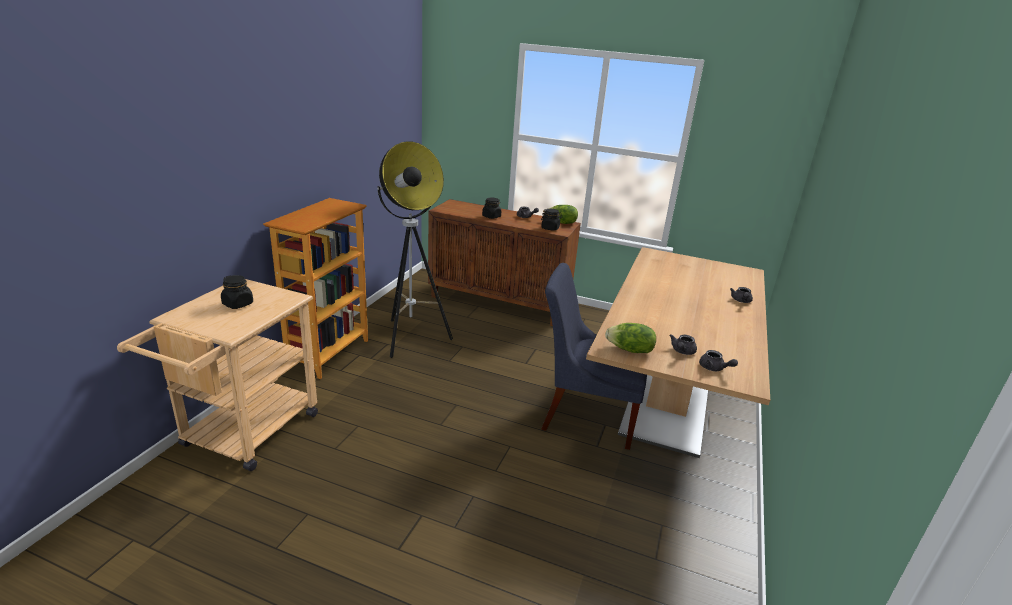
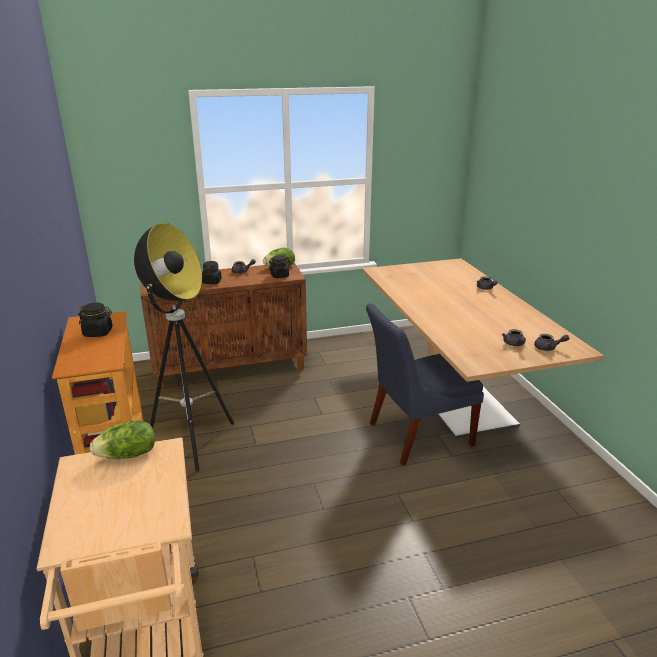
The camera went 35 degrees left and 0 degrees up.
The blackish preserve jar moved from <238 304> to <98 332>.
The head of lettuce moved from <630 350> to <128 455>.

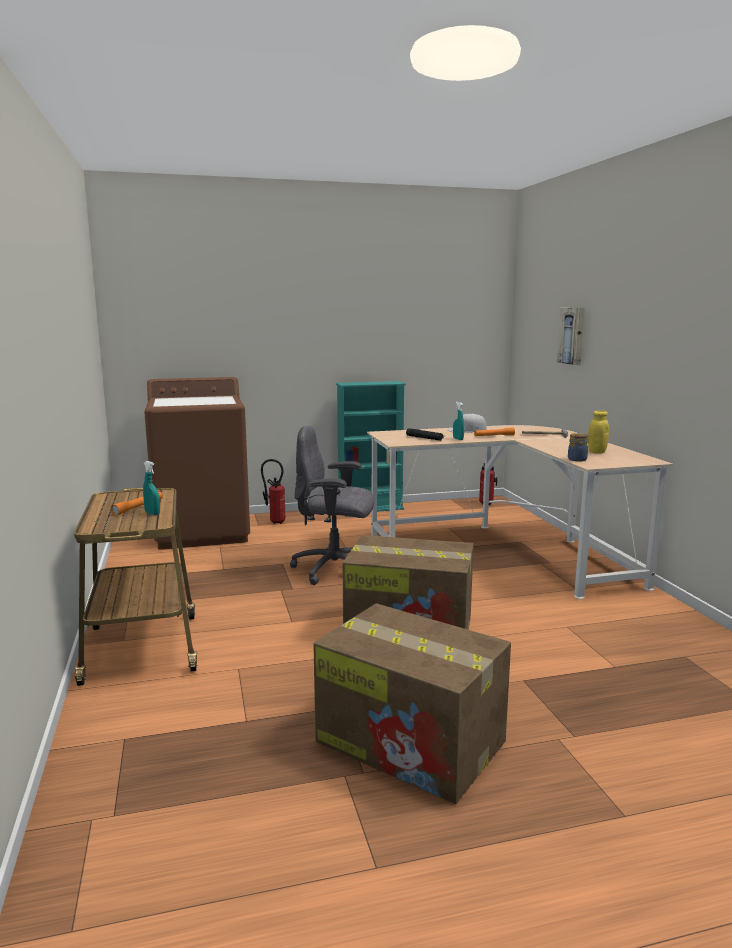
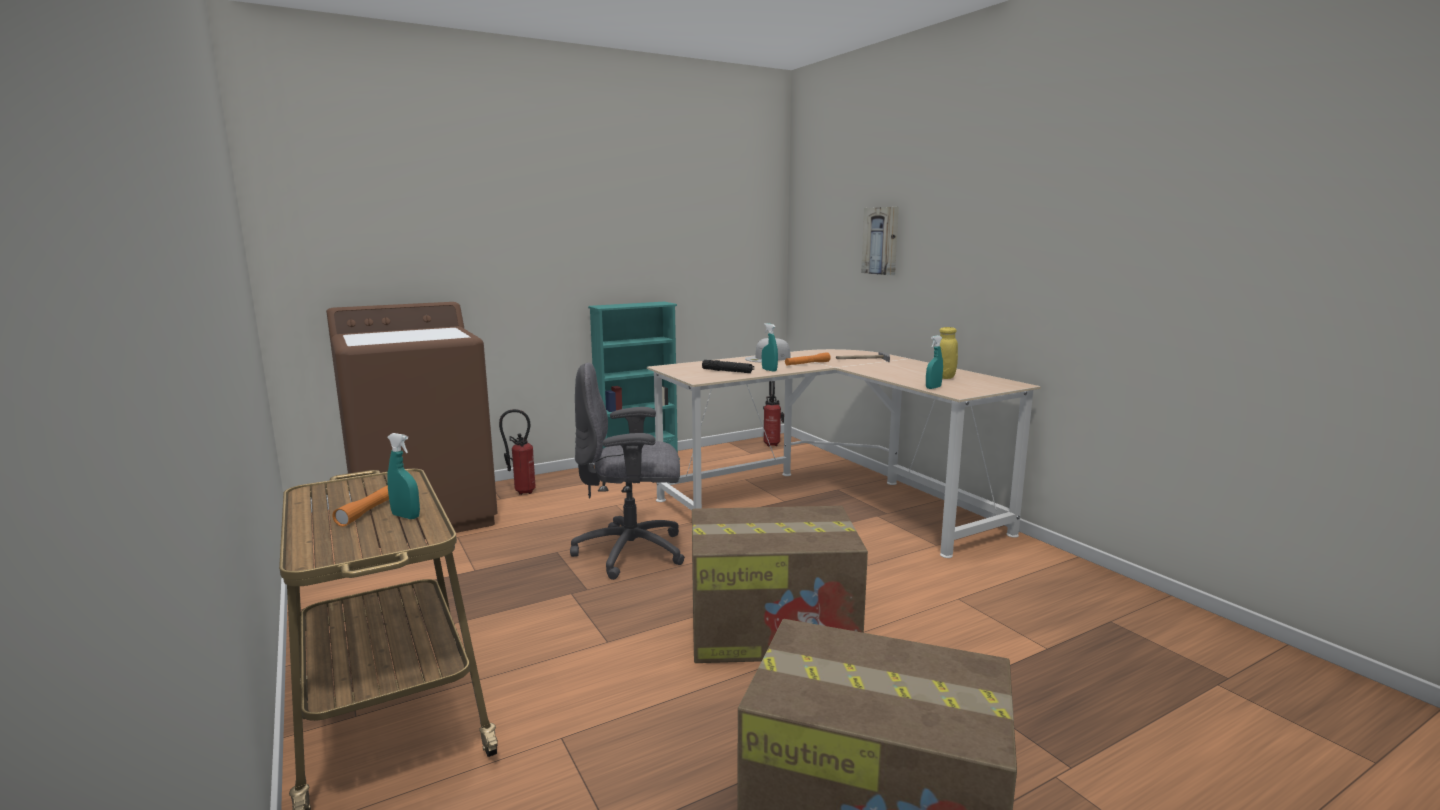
The camera went 15 degrees left and 0 degrees up.
The preserve jar at <576 459> was replaced by the turquoise-coloured spray bottle at <933 388>.

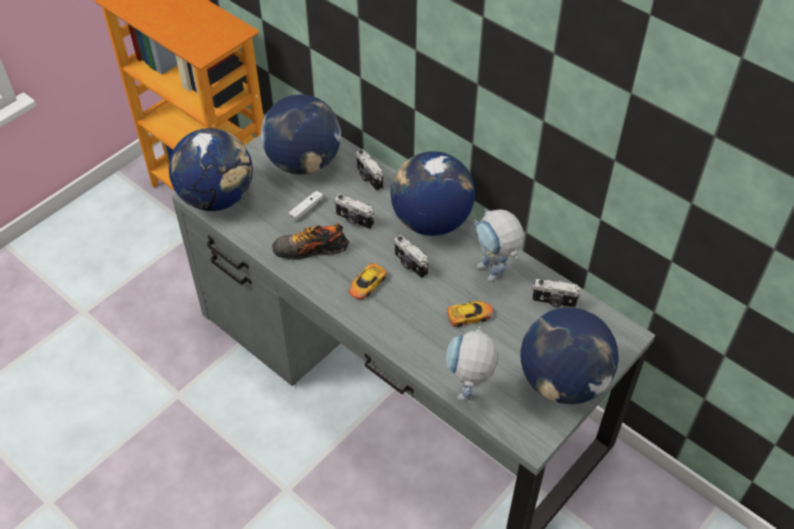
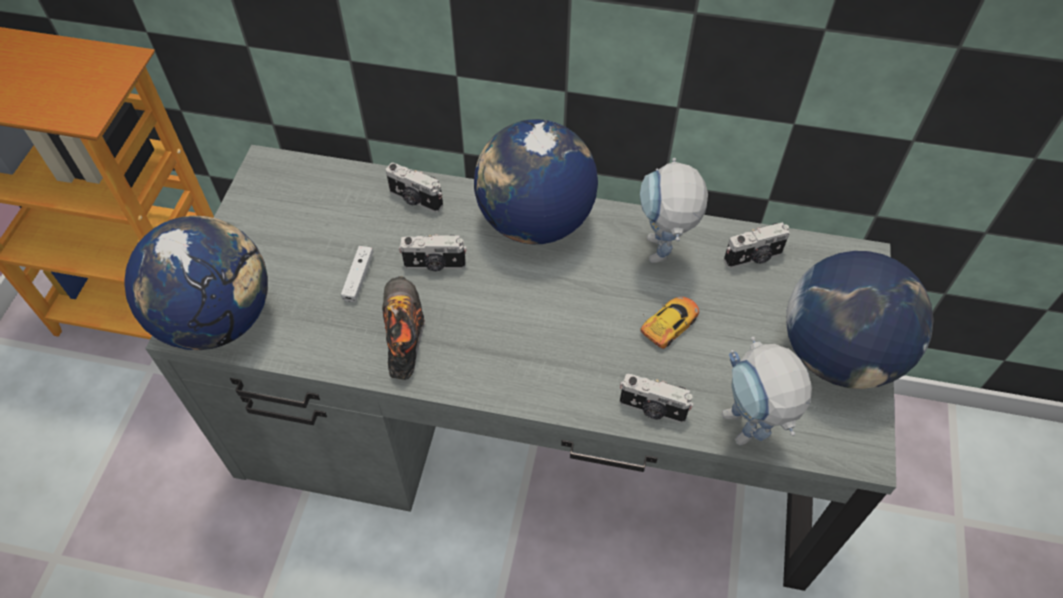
The camera went 30 degrees left and 5 degrees up.
The world globe at <304 163> disappeared.
The item of footwear at <310 249> turned 120 degrees clockwise.
The toy car at <367 284> disappeared.
The still camera moved from <410 265> to <652 409>.
The toy robot at <494 276> turned 60 degrees clockwise.

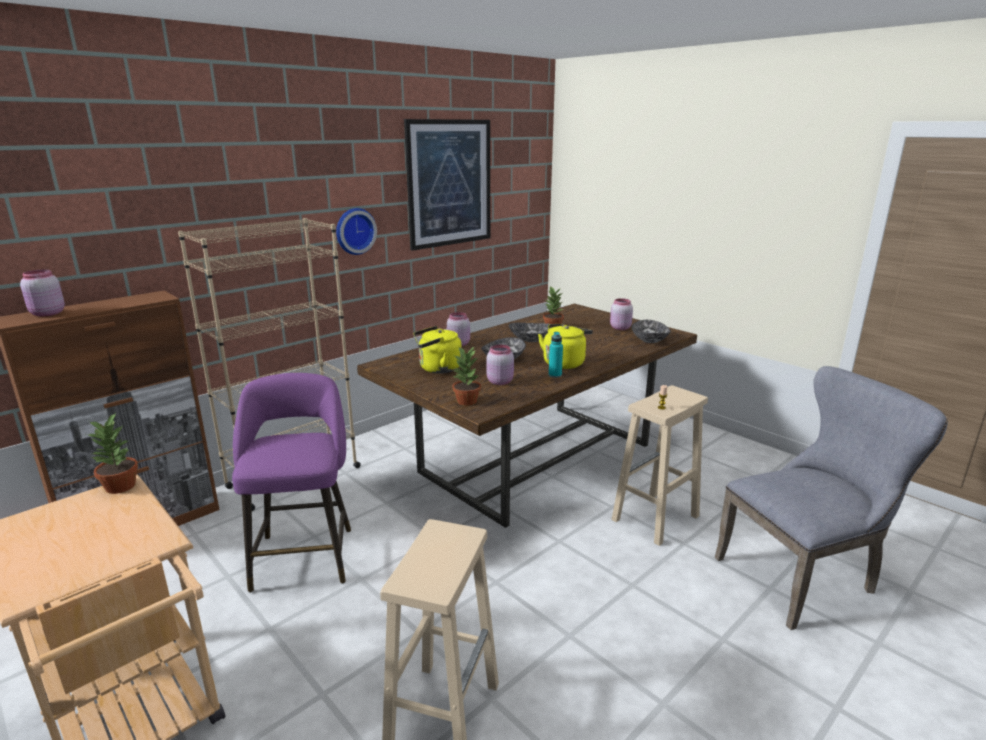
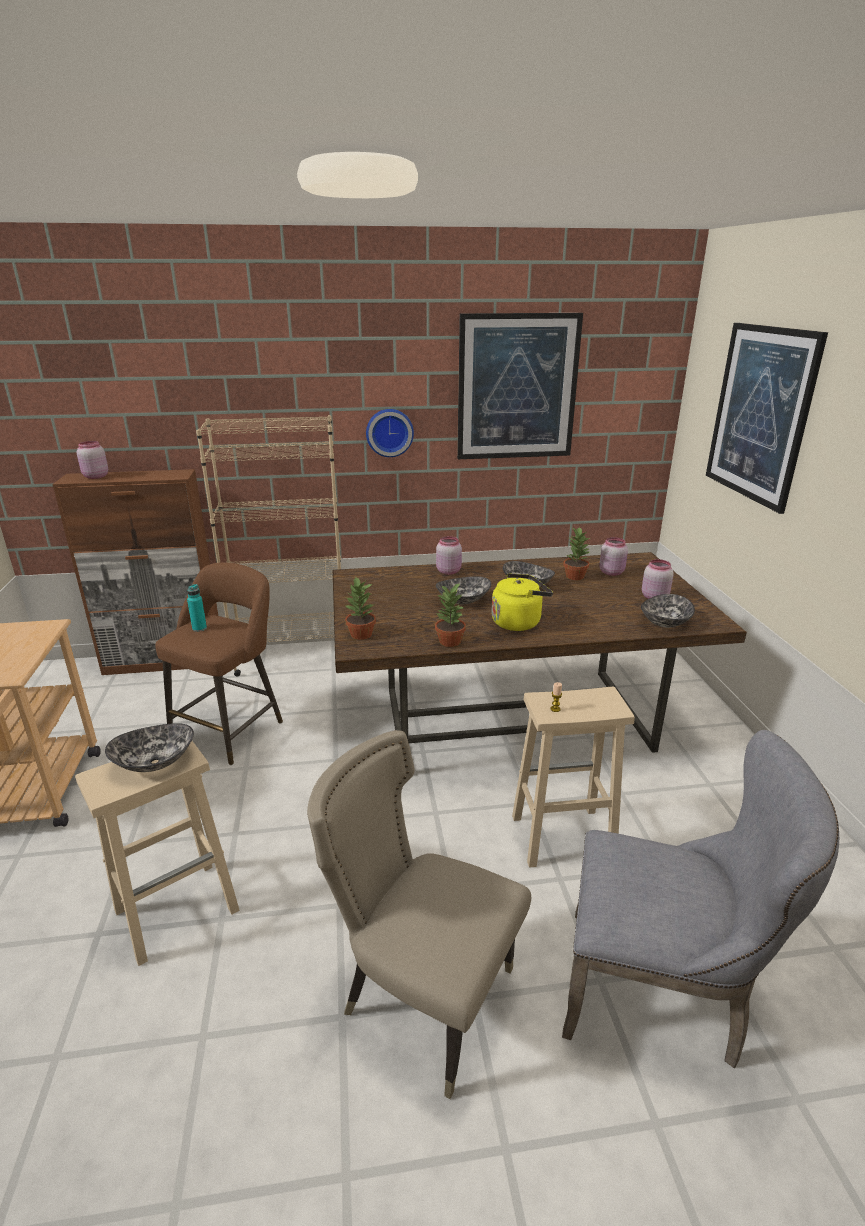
The camera went 35 degrees right and 5 degrees up.
The potted plant moved from <121 486> to <450 641>.
The purple-coloured stool at <304 554> became the brownish stool at <231 728>.
The yellowish kettle at <437 369> disappeared.
The pink preserve jar moved from <500 381> to <611 572>.
The turquoise-coloured drink bottle moved from <555 375> to <199 628>.
The bowl at <155 761> appeared.
The beige-coloured upright chair at <421 995> appeared.
The wall picture at <760 414> appeared.

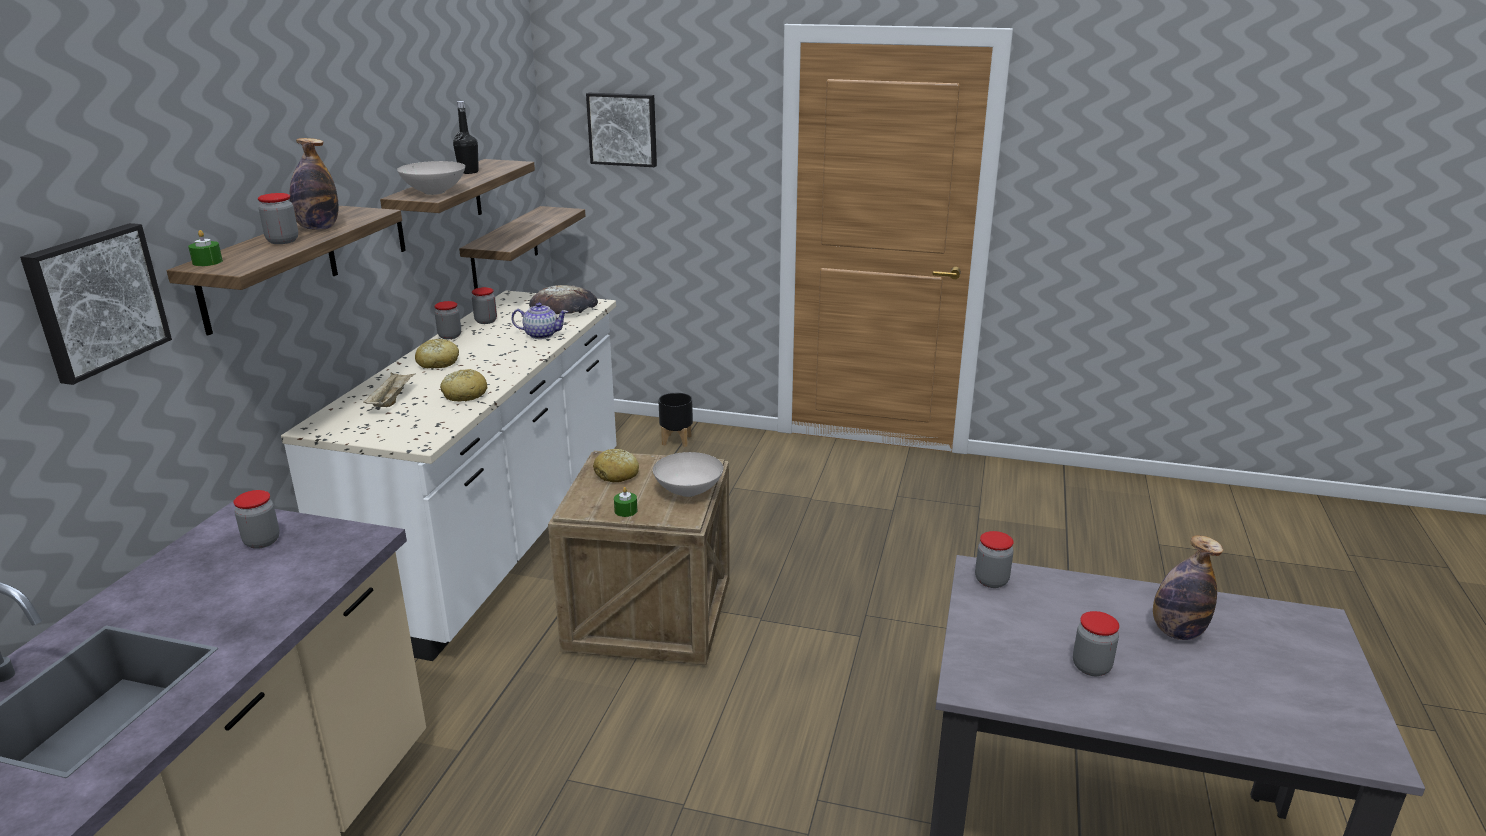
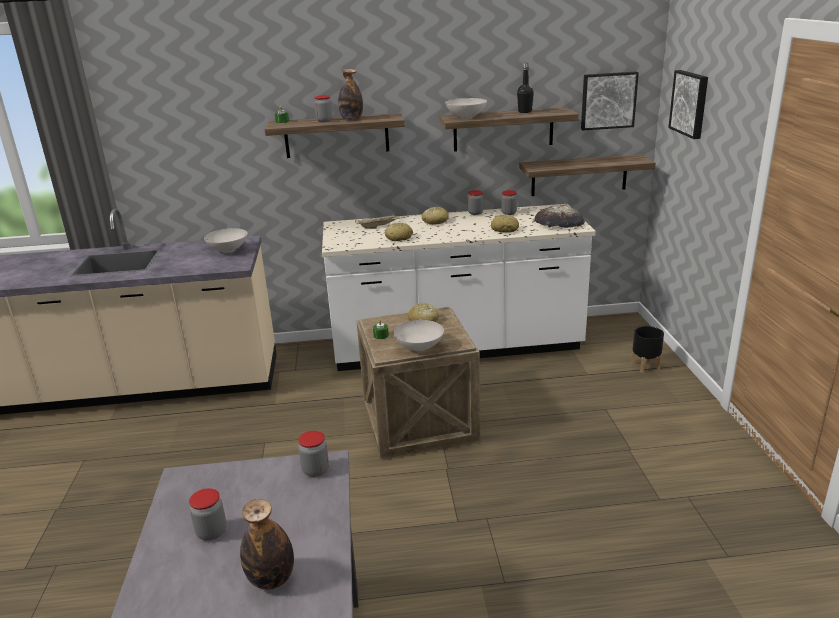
The camera went 70 degrees right and 0 degrees up.
The wall picture moved from <95 300> to <608 100>.
The preserve jar at <262 541> was replaced by the whitish bowl at <228 250>.
The teapot at <541 335> was replaced by the bakery bread at <505 229>.

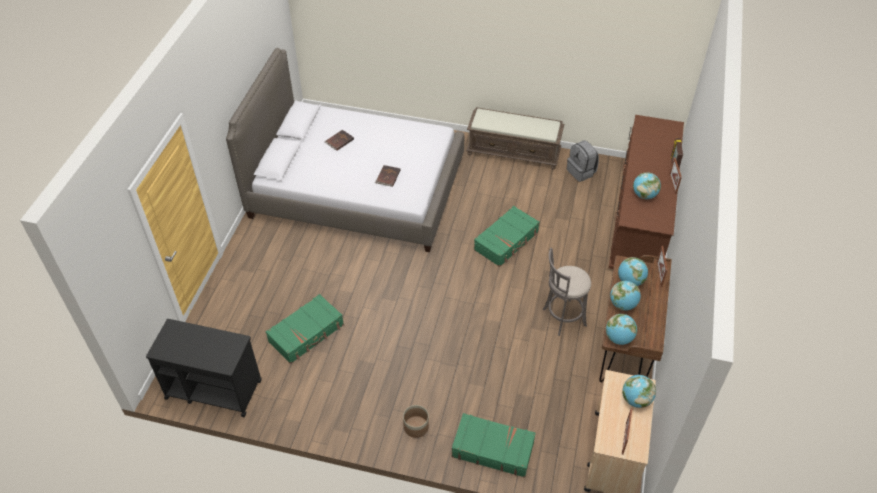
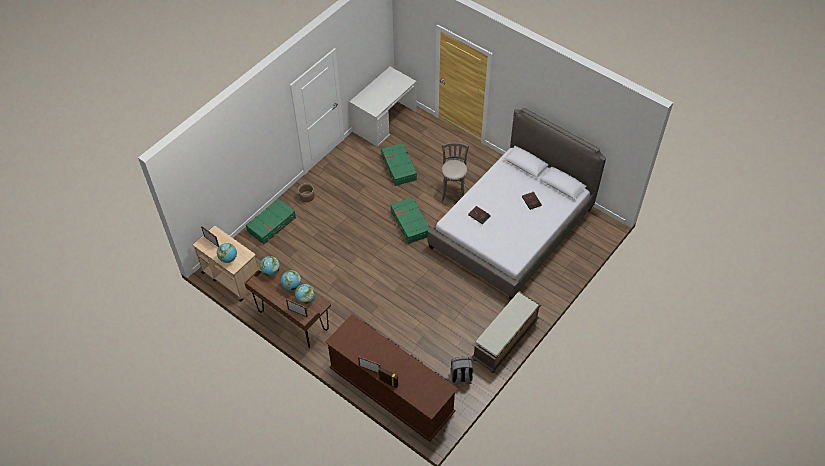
The camera went 115 degrees right and 5 degrees up.
The blackish cart at <213 389> was replaced by the whitish desk at <384 121>.
The green-coloured piece of luggage moved from <506 241> to <410 224>.
The grey stool moved from <562 318> to <453 192>.
The world globe at <644 195> disappeared.

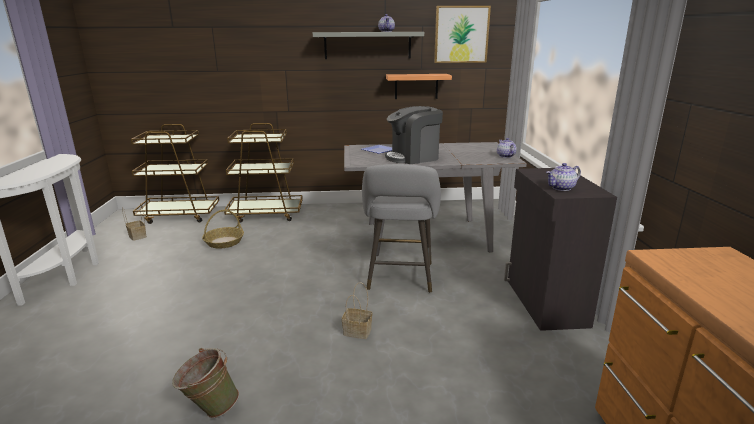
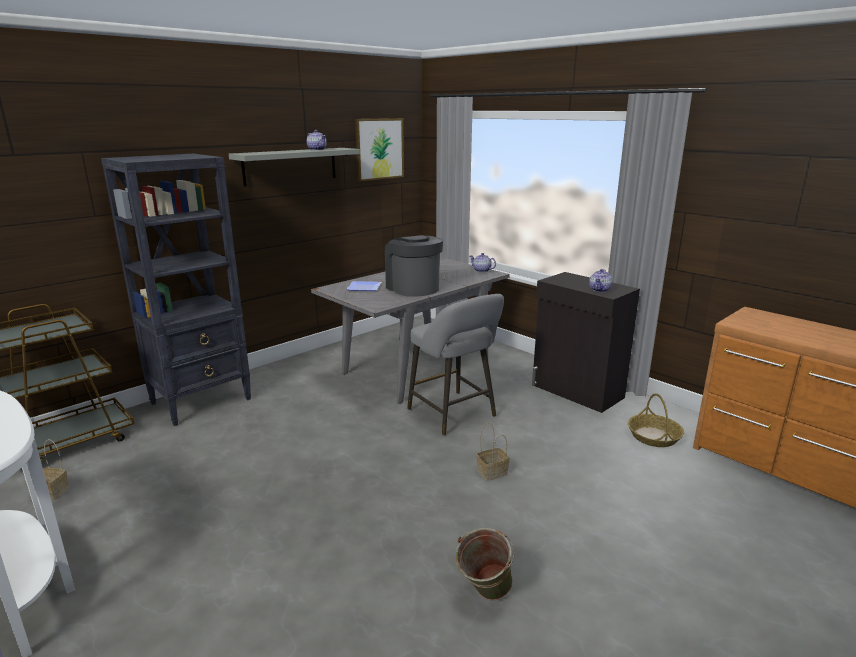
The camera went 40 degrees left and 0 degrees up.
The storage basket moved from <224 242> to <654 436>.
The brownish cart at <266 214> was replaced by the blackish shelving unit at <202 401>.
The coffee machine at <413 157> turned 120 degrees clockwise.
The bracket shelf at <416 86> disappeared.

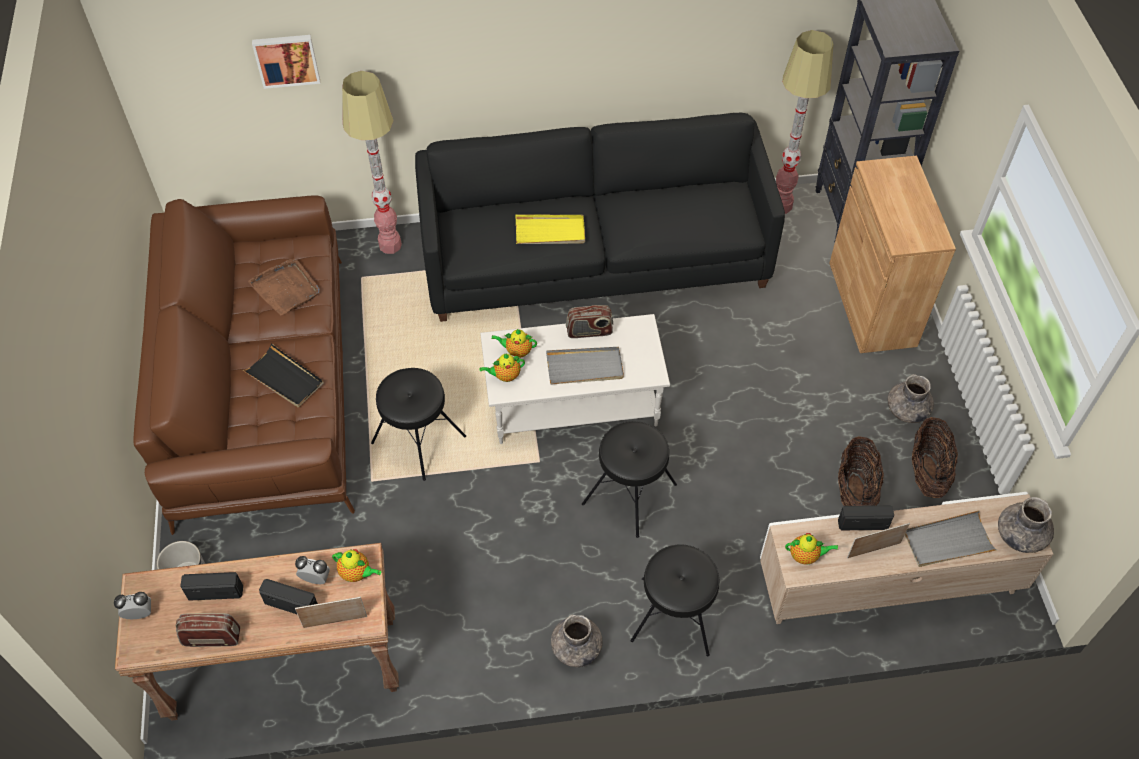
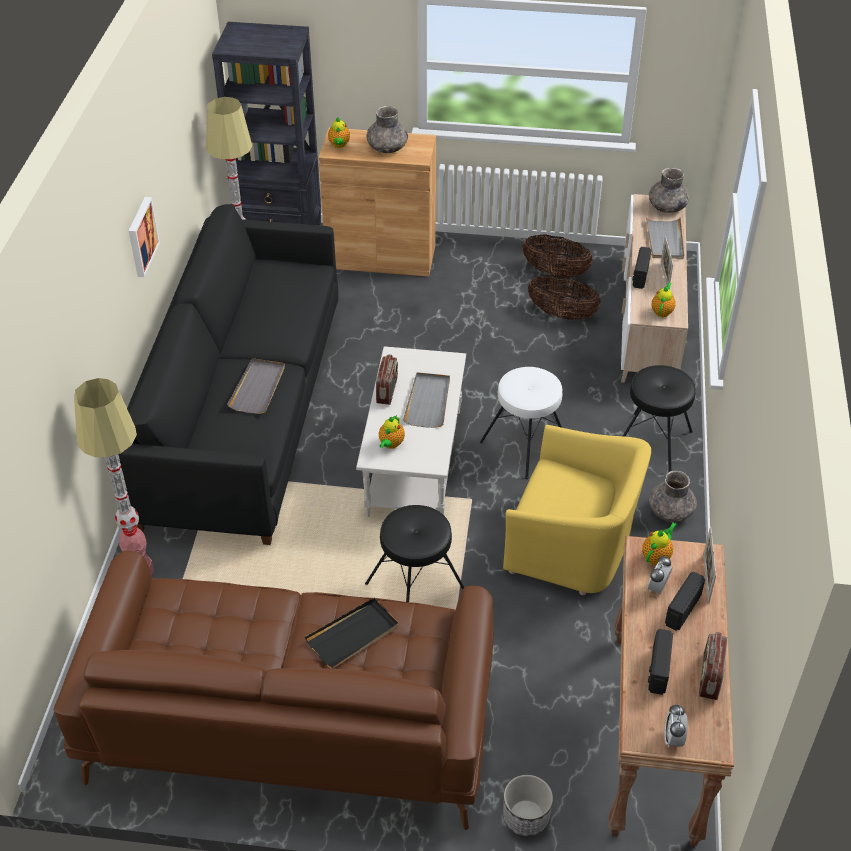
The camera went 75 degrees left and 10 degrees down.
The brownish carrying tray at <286 288> disappeared.
The wall picture moved from <286 59> to <141 236>.
The teapot moved from <505 376> to <339 145>.
The yellowish carrying tray at <550 232> became the grey carrying tray at <258 388>.
The blackish stool at <630 494> became the whitish stool at <526 445>.
The grey vase moved from <906 410> to <387 148>.
The yellowish lounge chair at <572 544> appeared.

